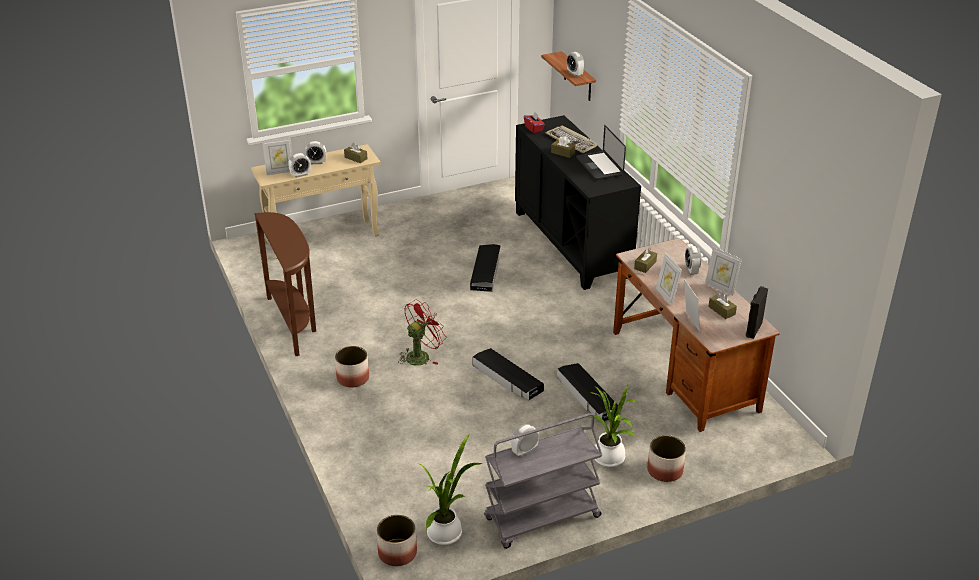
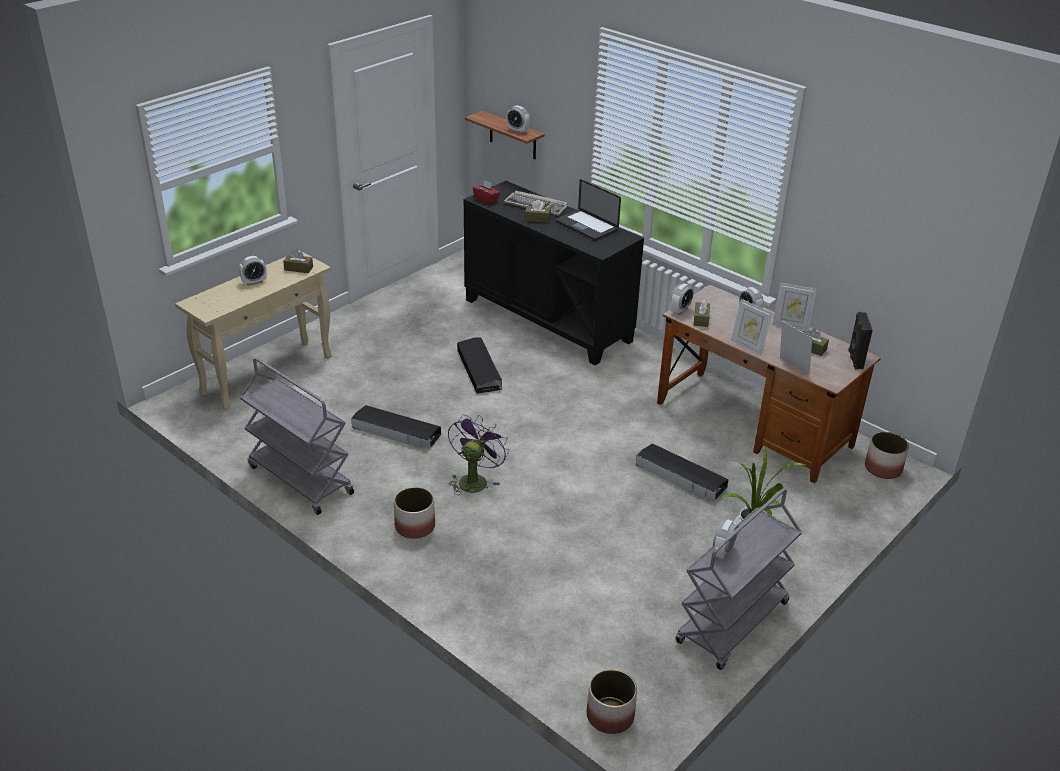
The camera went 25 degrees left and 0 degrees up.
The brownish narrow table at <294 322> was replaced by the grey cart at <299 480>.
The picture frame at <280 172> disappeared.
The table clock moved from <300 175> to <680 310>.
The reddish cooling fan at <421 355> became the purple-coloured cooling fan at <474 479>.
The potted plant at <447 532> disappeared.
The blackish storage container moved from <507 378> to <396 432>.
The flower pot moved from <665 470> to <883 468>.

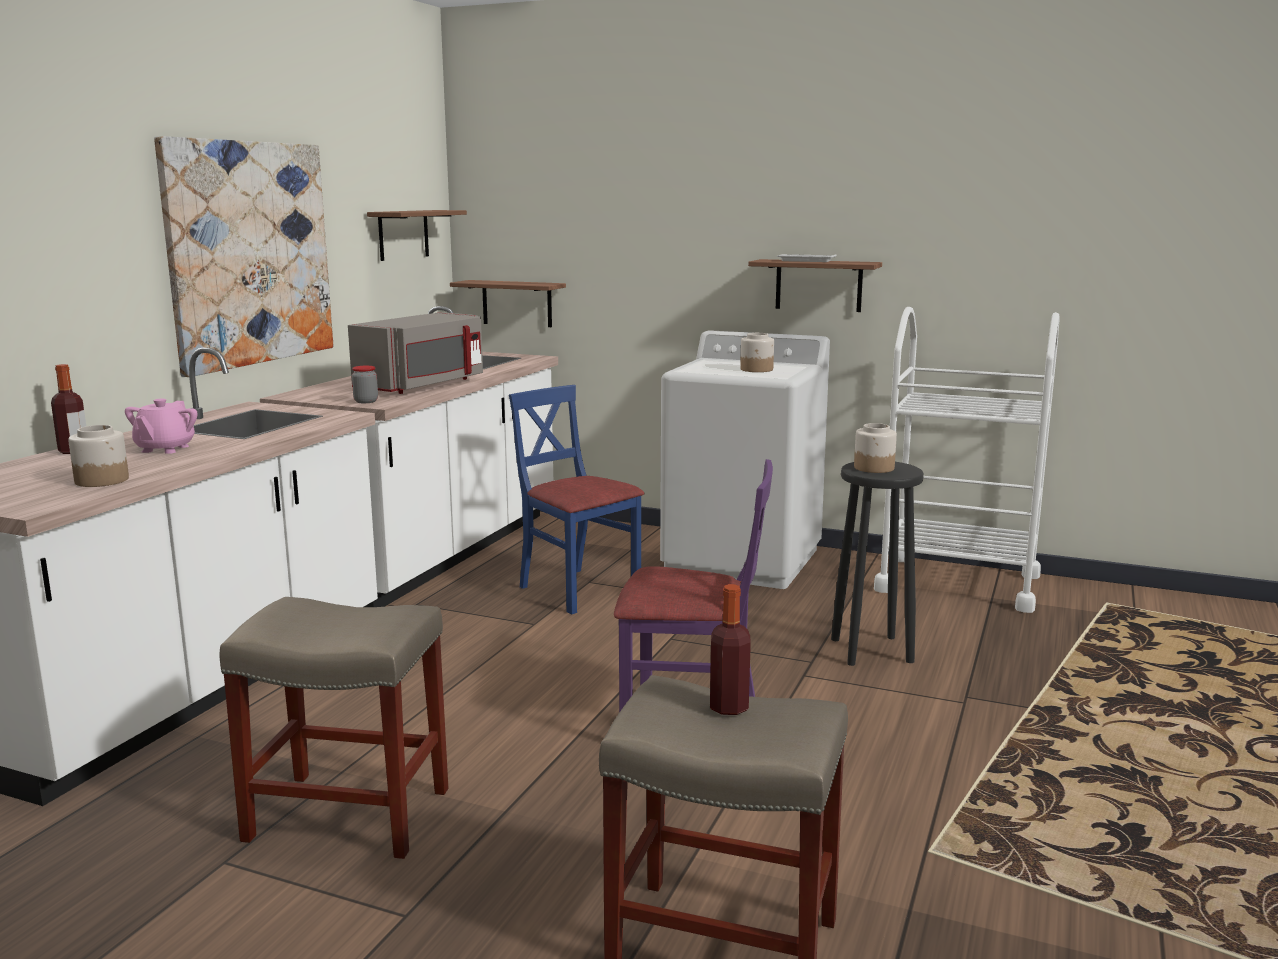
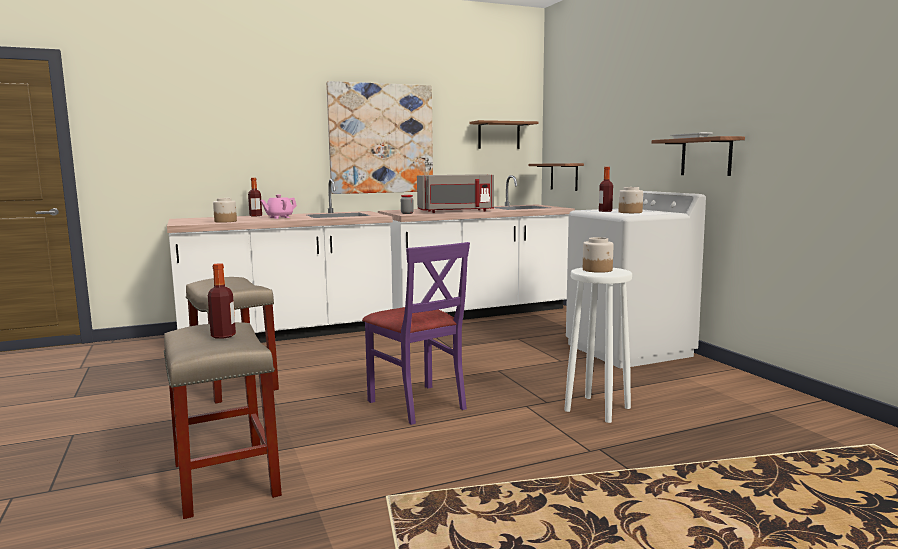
The camera went 45 degrees right and 5 degrees down.
The bluish upright chair at <578 590> disappeared.
The blackish stool at <871 651> became the whitish stool at <597 409>.
The whitish cart at <957 583> disappeared.
The drink bottle at <605 211> appeared.

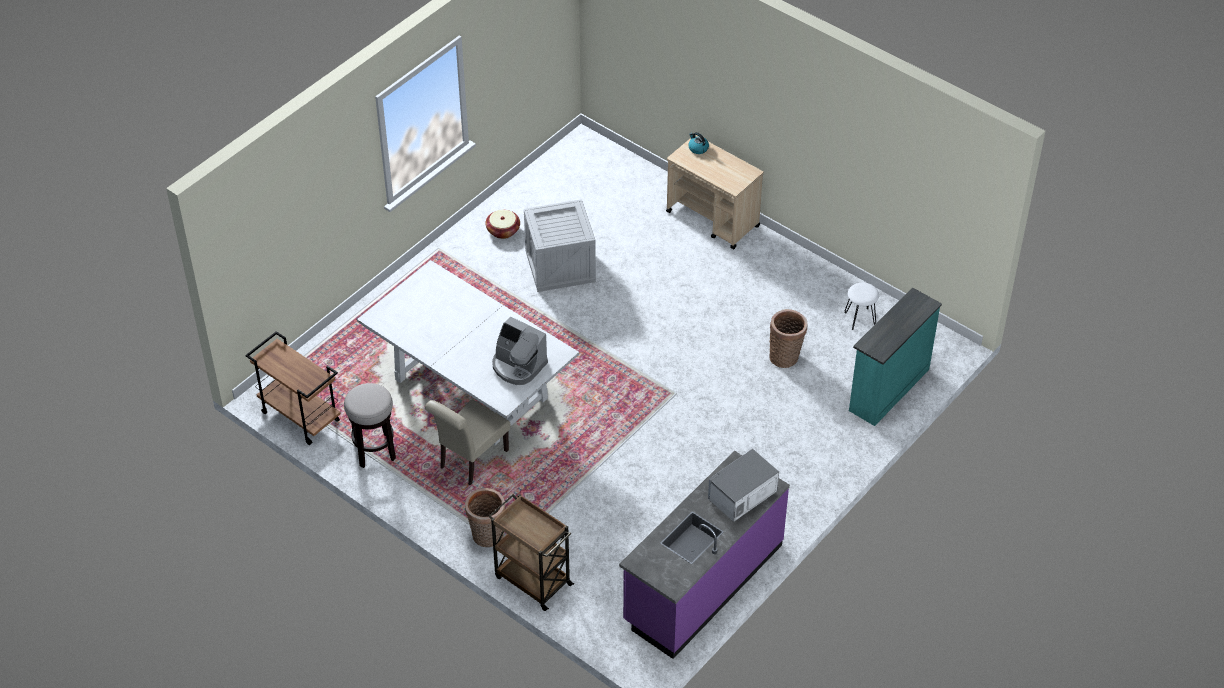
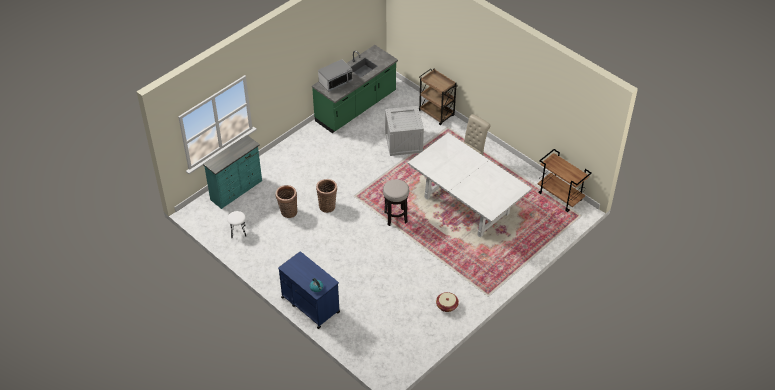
The camera went 175 degrees left and 0 degrees up.
The stool moved from <374 451> to <395 217>.
The storage basket moved from <487 537> to <327 205>.
The coffee machine at <518 366> disappeared.
The shipping crate moved from <561 265> to <403 143>.
The purple-coloured counter at <702 583> became the green-coloured counter at <356 107>.
The beige-coloured cart at <713 219> became the bluish cart at <310 304>.

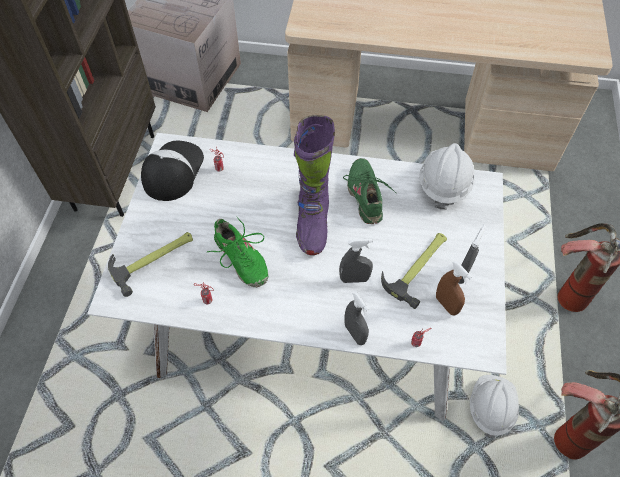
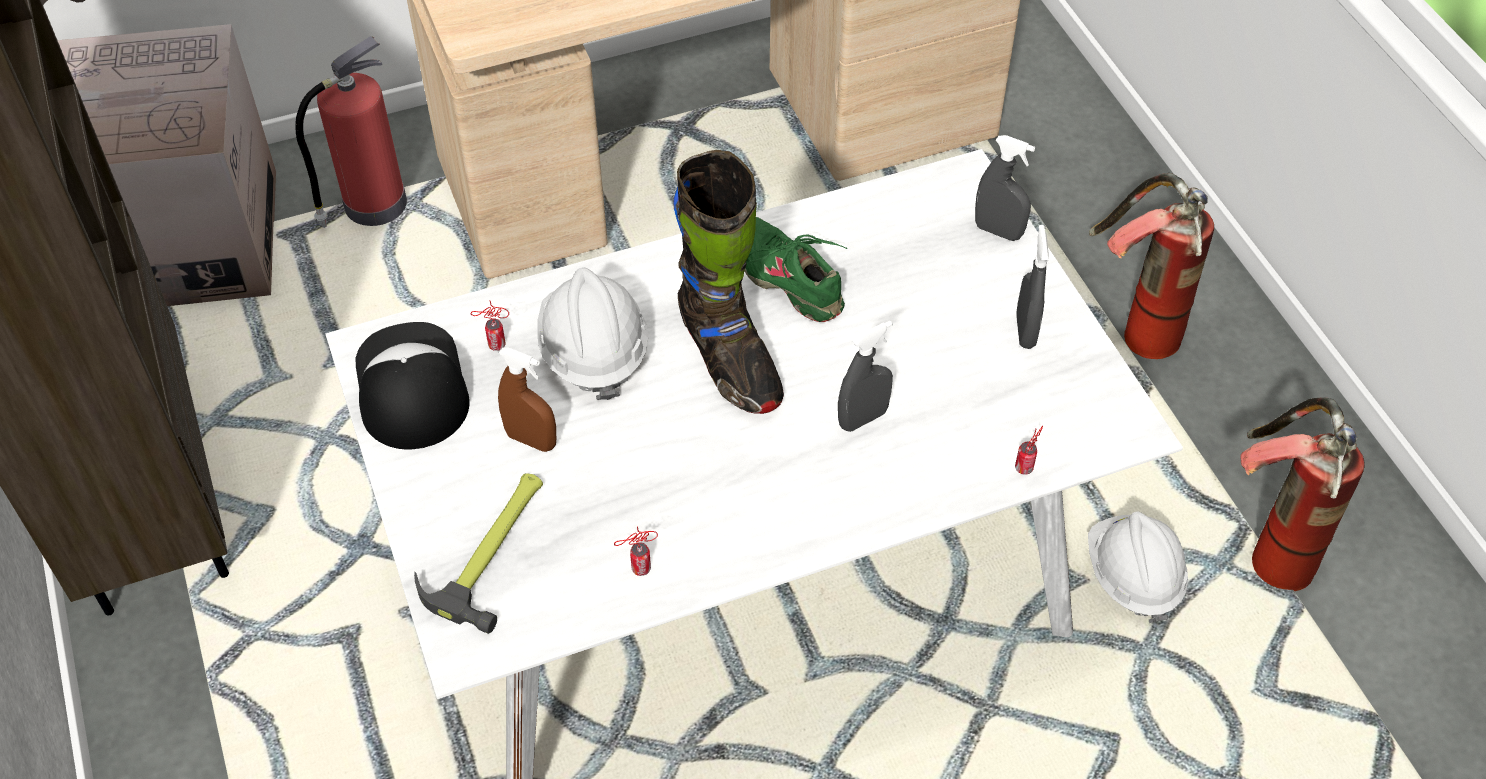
The camera went 30 degrees left and 5 degrees down.
The green-coloured item of footwear at <241 260> disappeared.
The purple-coloured high-top boot at <312 222> became the blackish high-top boot at <729 360>.
The grey spray bottle moved from <355 333> to <998 231>.
The tool hammer at <418 266> disappeared.
The whitish hard hat moved from <444 184> to <593 351>.
The brownish spray bottle moved from <446 305> to <531 440>.
The fire extinguisher at <372 207> appeared.

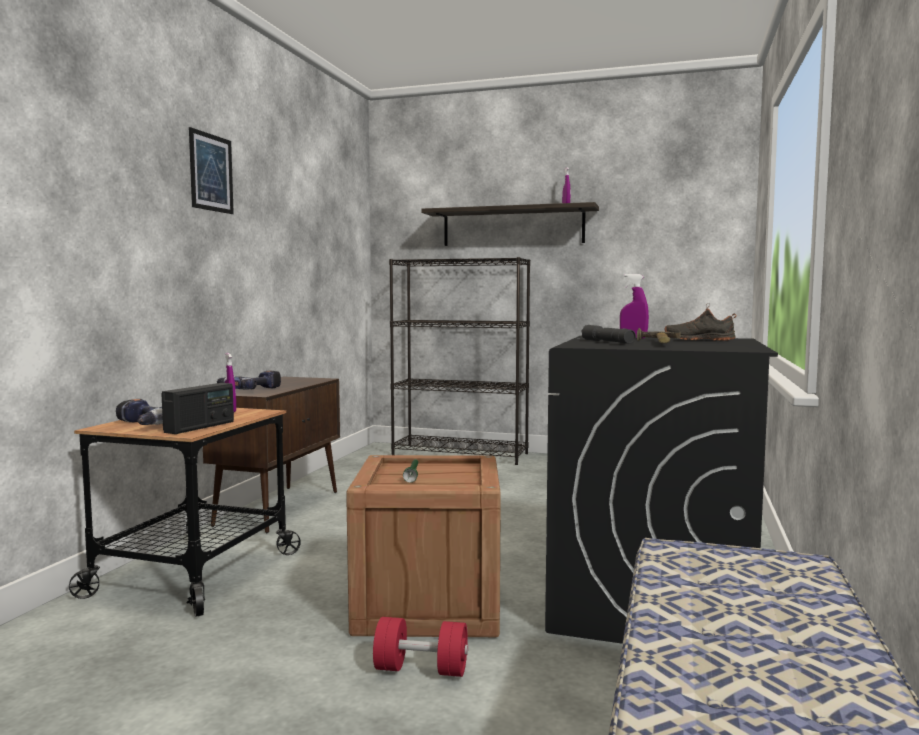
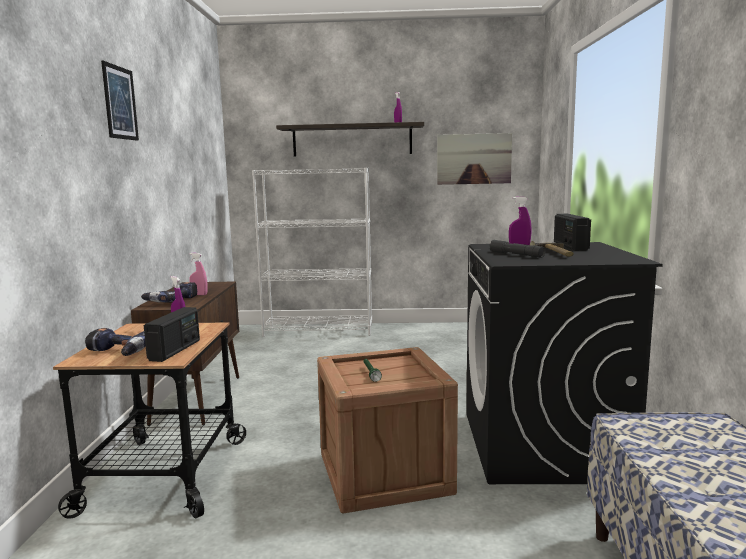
The camera went 15 degrees left and 5 degrees up.
The reddish hand weight at <421 669> disappeared.
The blackish shelving unit at <461 454> became the whitish shelving unit at <319 330>.
The blackish item of footwear at <699 339> was replaced by the radio receiver at <570 246>.
The pink spray bottle at <199 294> appeared.
The wall picture at <474 159> appeared.

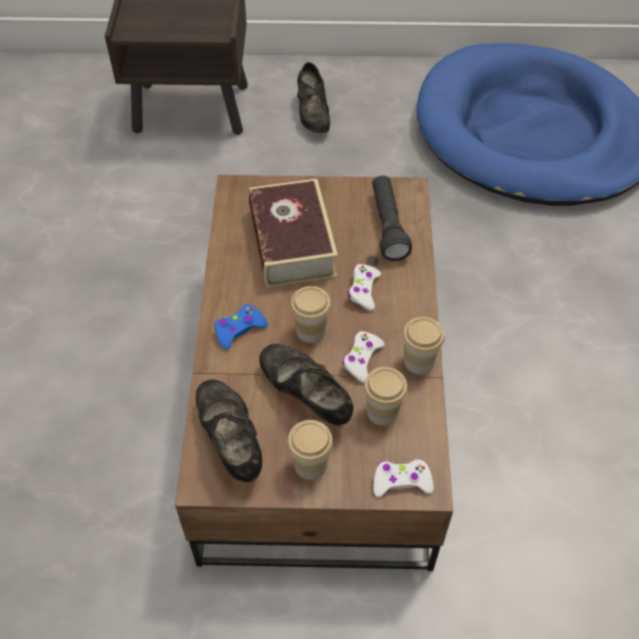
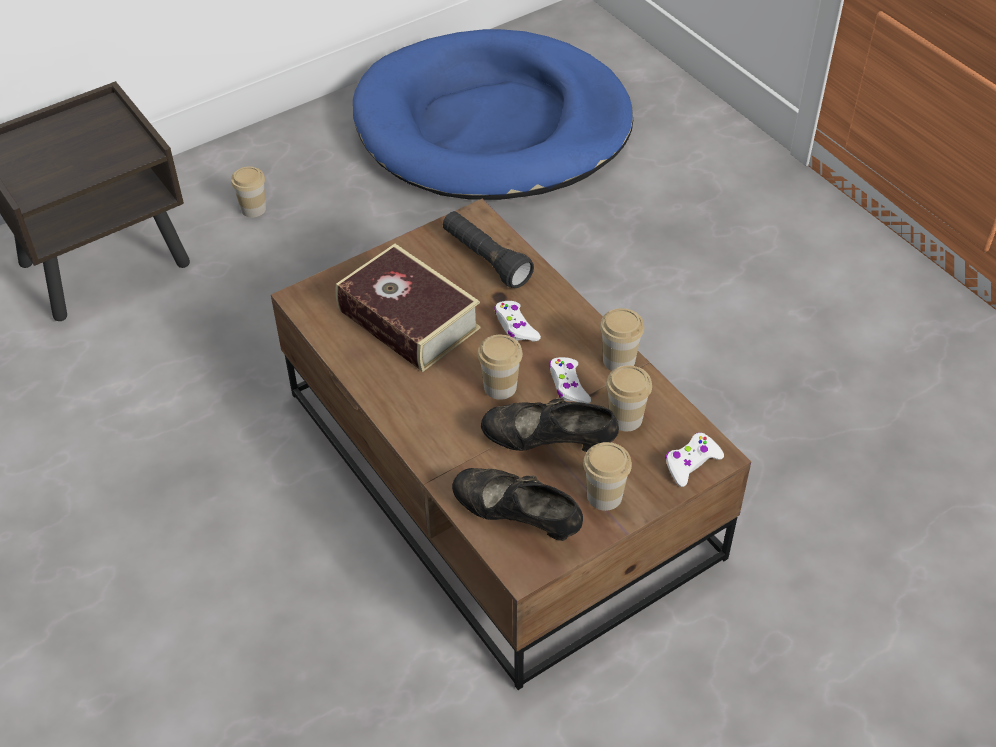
The camera went 35 degrees left and 5 degrees down.
The bluish joypad at <239 330> disappeared.
The blackish item of footwear at <313 115> was replaced by the drinking cup at <253 209>.

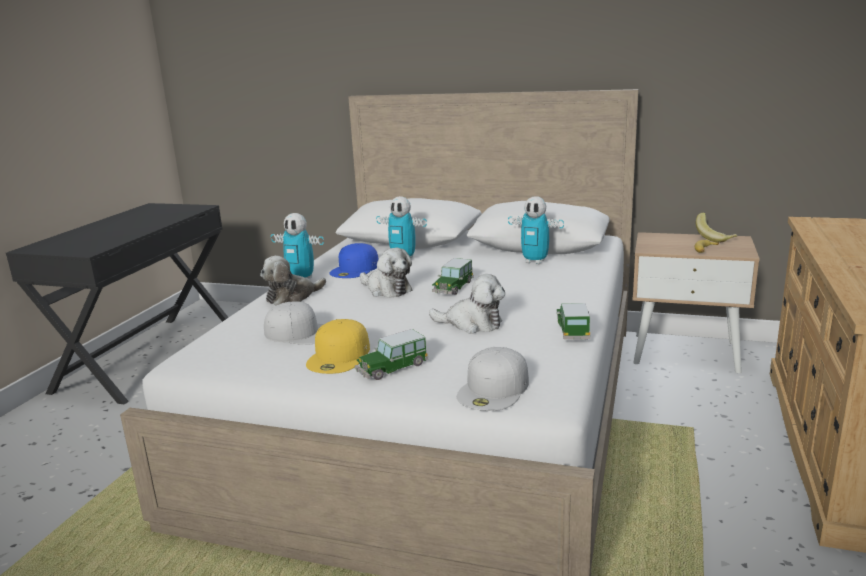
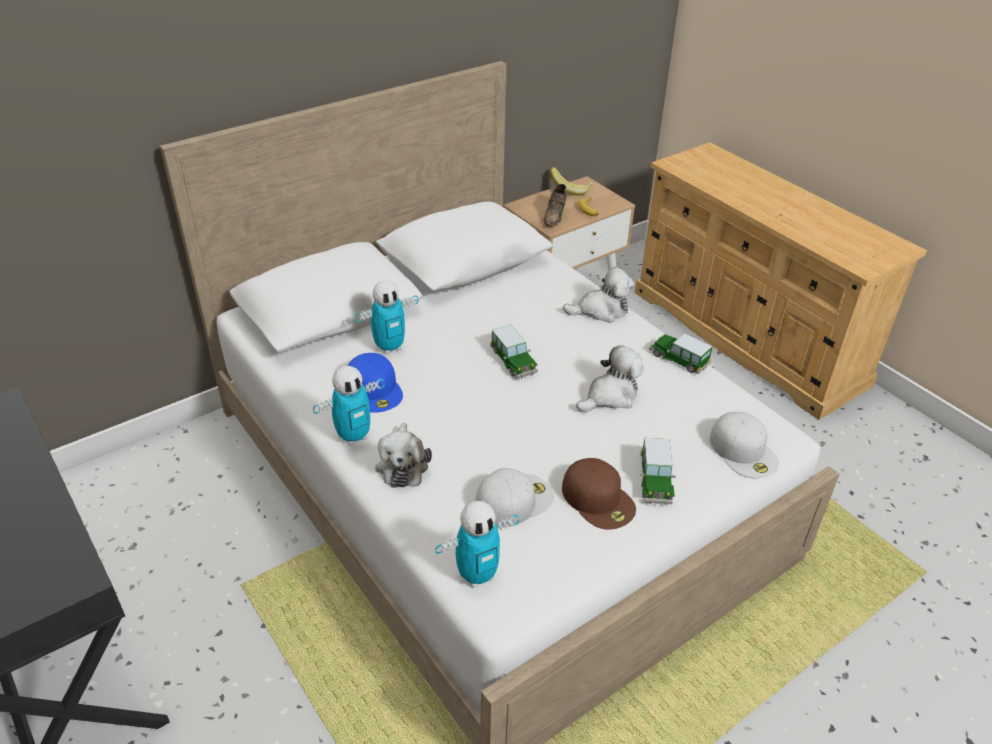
The camera went 55 degrees left and 20 degrees up.
The yellowish baseball cap at <339 356> became the brownish baseball cap at <599 499>.
The cuddly toy moved from <386 289> to <601 310>.
The toy robot moved from <535 261> to <477 575>.
The brownish item of footwear at <555 216> appeared.

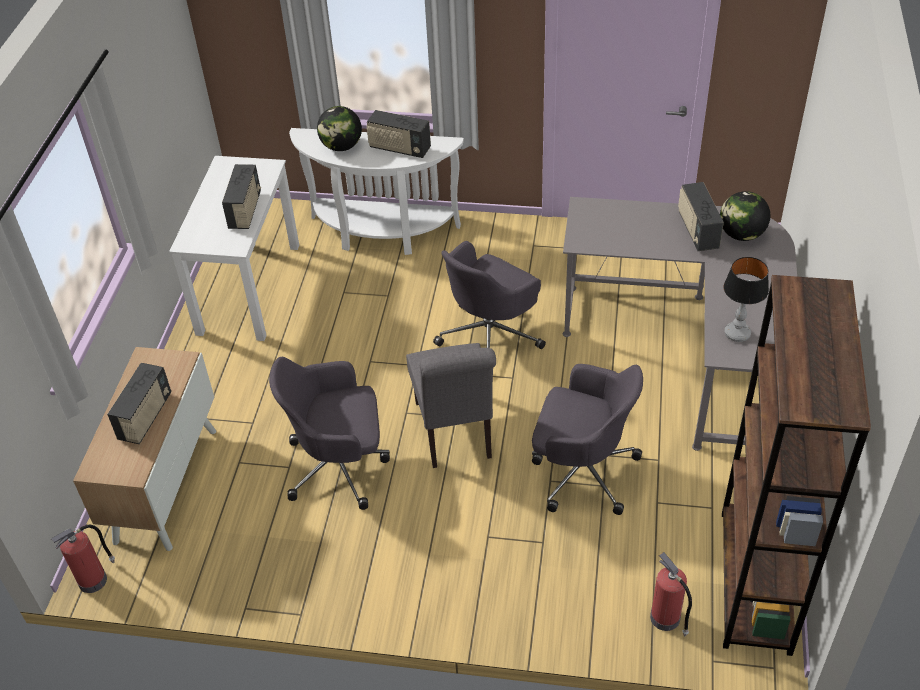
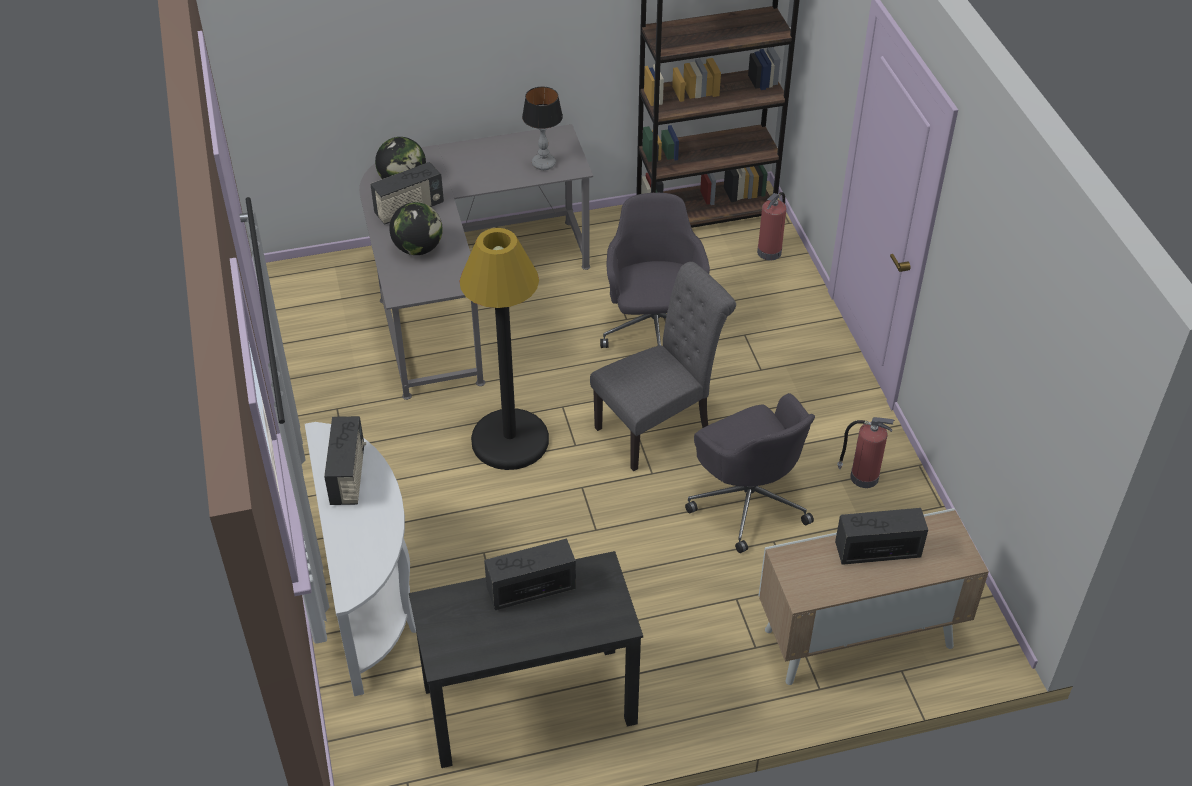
The camera went 115 degrees left and 0 degrees up.
The fire extinguisher moved from <94 579> to <862 476>.
The whitish desk at <249 288> became the blackish desk at <528 704>.
The world globe moved from <341 146> to <418 248>.
The grey office chair at <490 336> was replaced by the blackish floor lamp at <510 440>.

